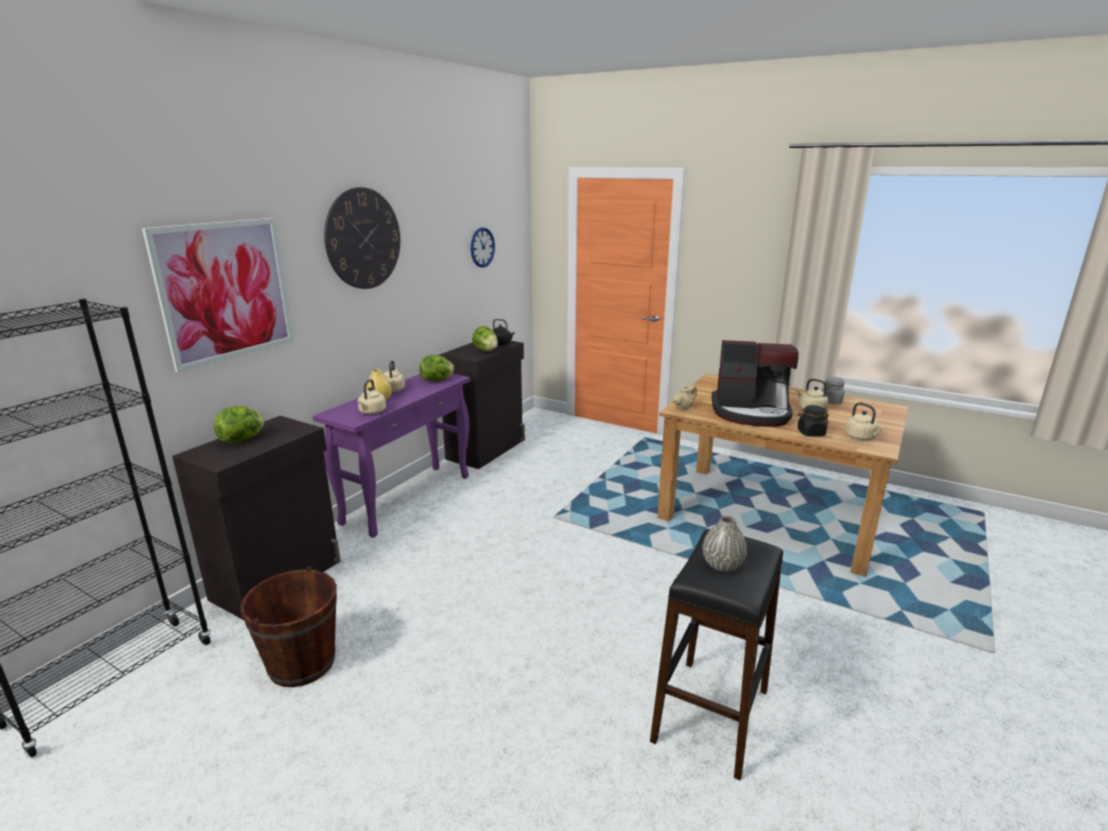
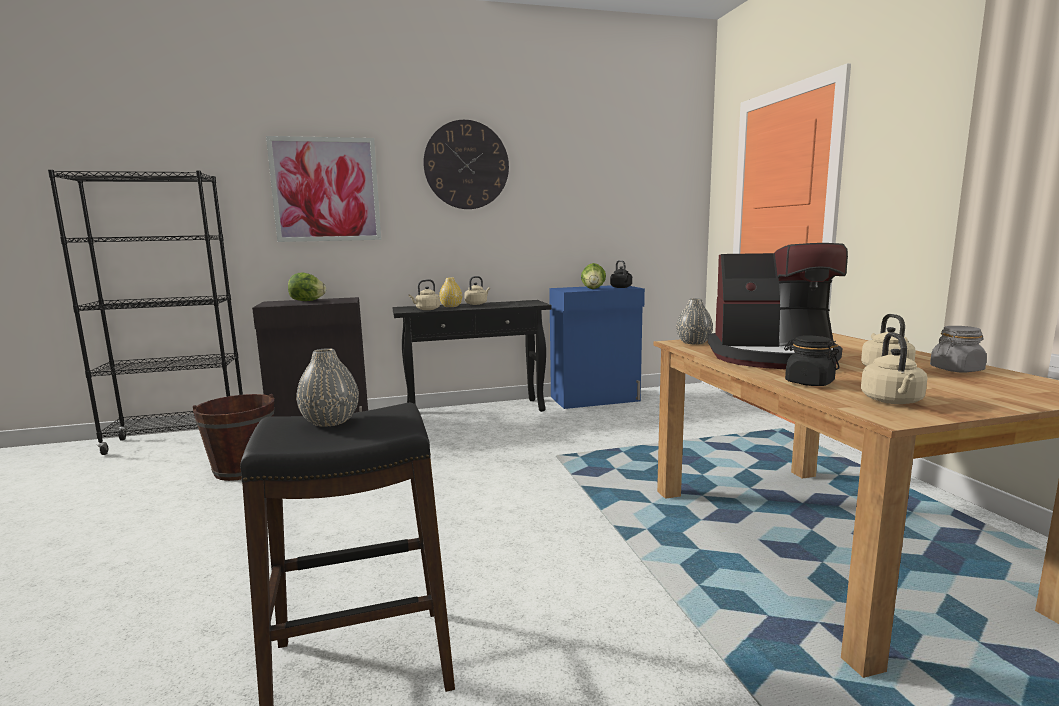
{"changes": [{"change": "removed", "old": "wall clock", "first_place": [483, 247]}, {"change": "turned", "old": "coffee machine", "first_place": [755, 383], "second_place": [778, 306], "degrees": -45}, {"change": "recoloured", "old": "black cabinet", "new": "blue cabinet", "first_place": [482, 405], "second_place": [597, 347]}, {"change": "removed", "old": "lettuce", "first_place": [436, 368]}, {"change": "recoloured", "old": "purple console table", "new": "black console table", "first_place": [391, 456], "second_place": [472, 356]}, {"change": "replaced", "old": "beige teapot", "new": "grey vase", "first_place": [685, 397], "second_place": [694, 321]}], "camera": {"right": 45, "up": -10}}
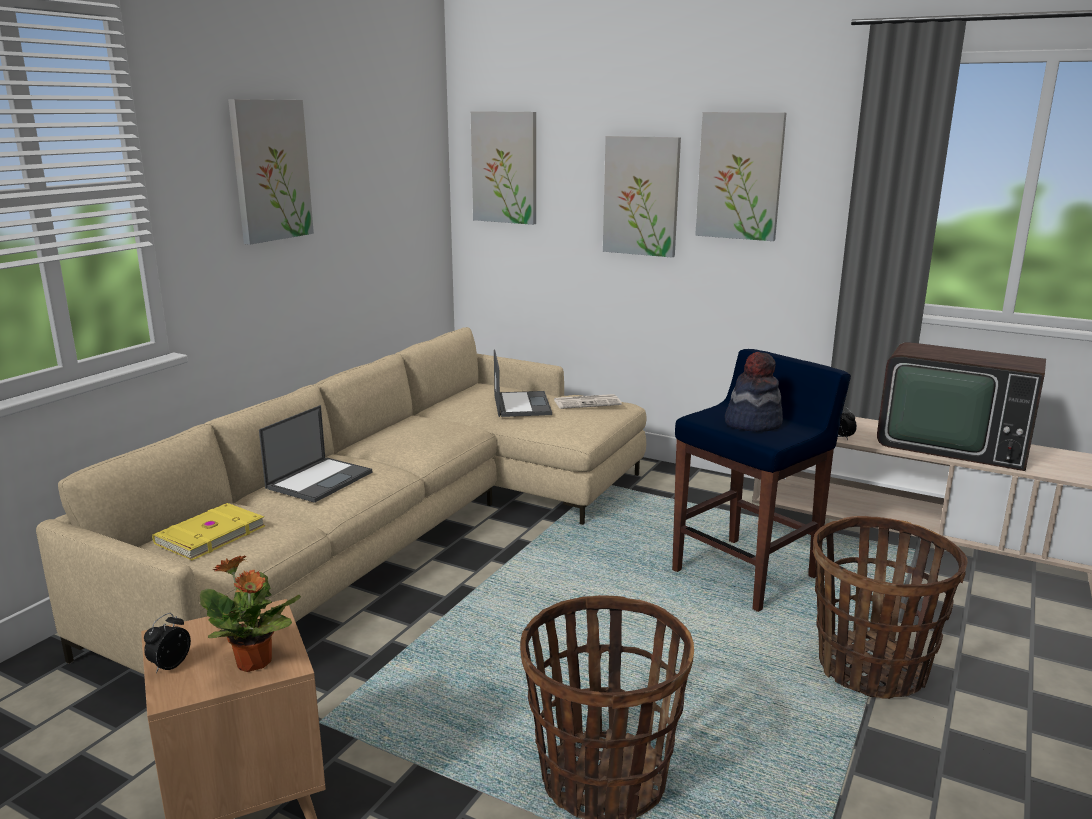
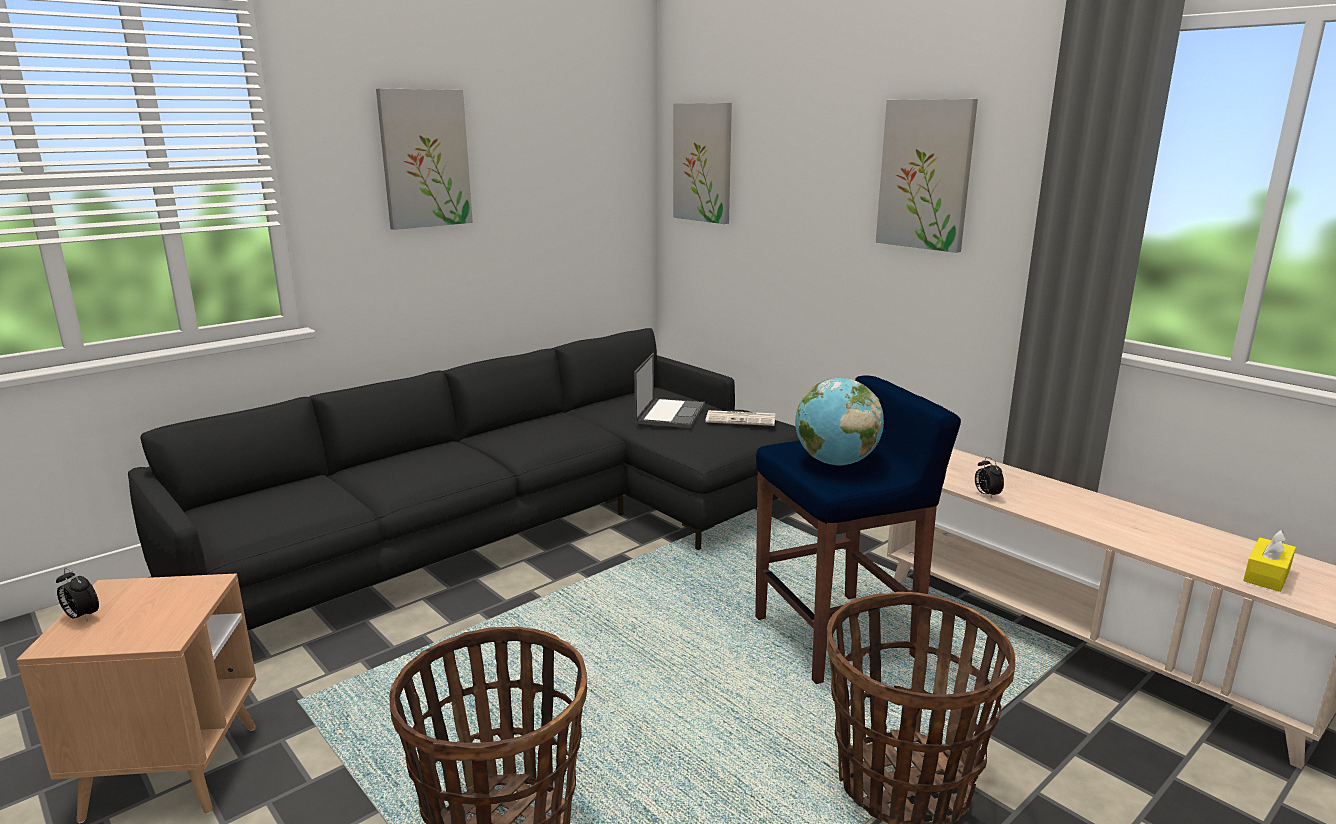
{"changes": [{"change": "removed", "old": "picture", "first_place": [642, 197]}, {"change": "recoloured", "old": "beige sofa", "new": "black sofa", "first_place": [341, 500], "second_place": [464, 479]}, {"change": "removed", "old": "television", "first_place": [961, 406]}, {"change": "replaced", "old": "hat", "new": "globe", "first_place": [754, 392], "second_place": [839, 422]}, {"change": "removed", "old": "laptop", "first_place": [315, 454]}, {"change": "removed", "old": "yellow book", "first_place": [208, 531]}, {"change": "removed", "old": "potted plant", "first_place": [250, 613]}, {"change": "turned", "old": "alarm clock", "first_place": [167, 643], "second_place": [77, 595], "degrees": -105}, {"change": "added", "new": "yellow tissue box", "second_place": [1269, 561]}], "camera": {"right": 20, "up": 0}}
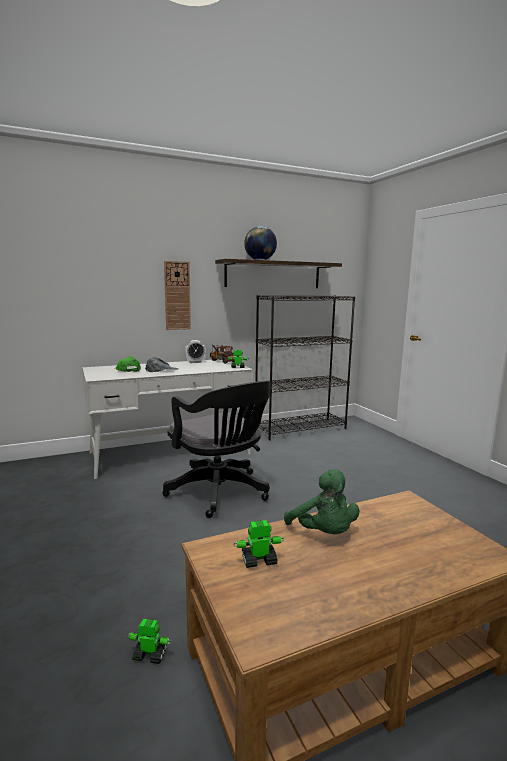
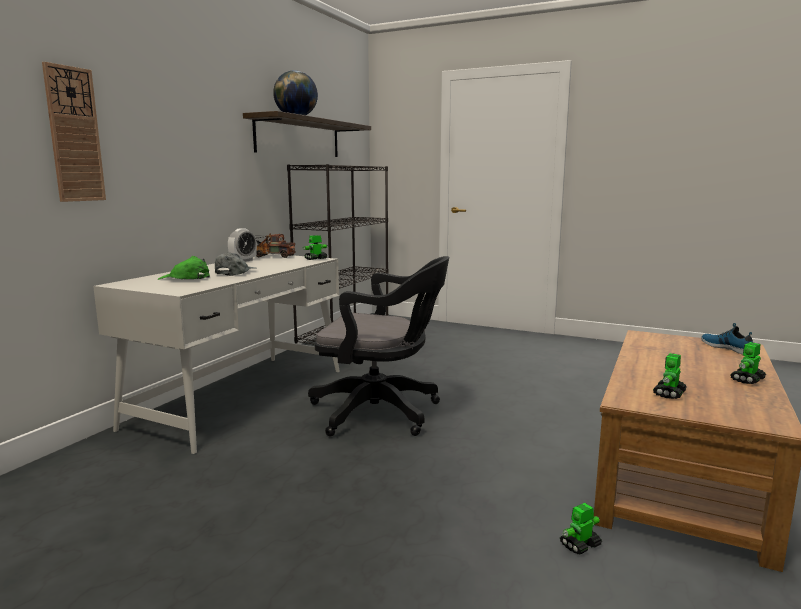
{"changes": [{"change": "moved", "old": "wall clock", "first_place": [177, 295], "second_place": [74, 132]}, {"change": "removed", "old": "green plush toy", "first_place": [321, 501]}, {"change": "added", "new": "shoe", "second_place": [727, 339]}, {"change": "added", "new": "toy robot", "second_place": [748, 363]}], "camera": {"right": -40, "up": 0}}
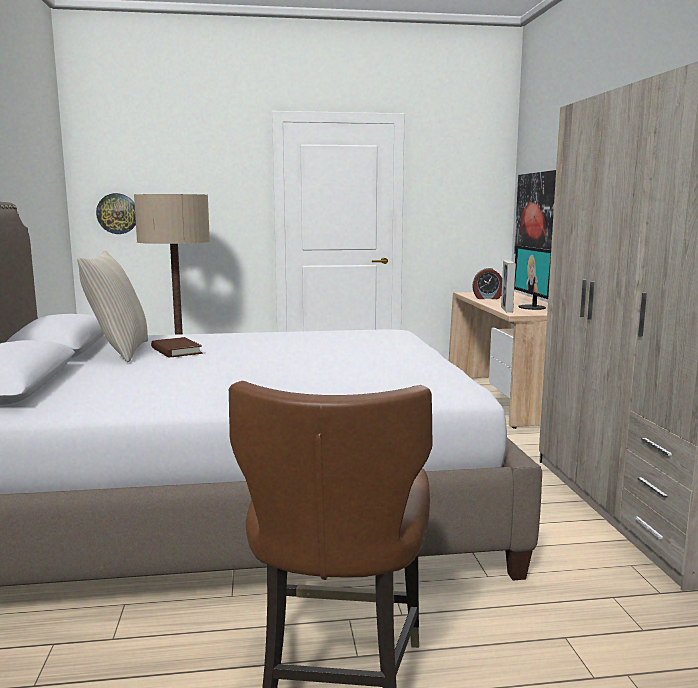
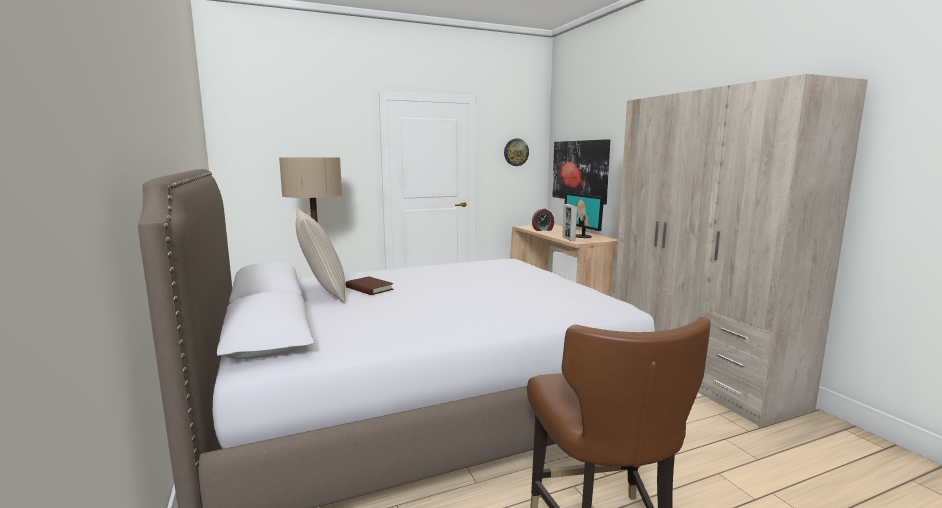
{"changes": [{"change": "moved", "old": "wall clock", "first_place": [116, 213], "second_place": [516, 152]}], "camera": {"right": -15, "up": 0}}
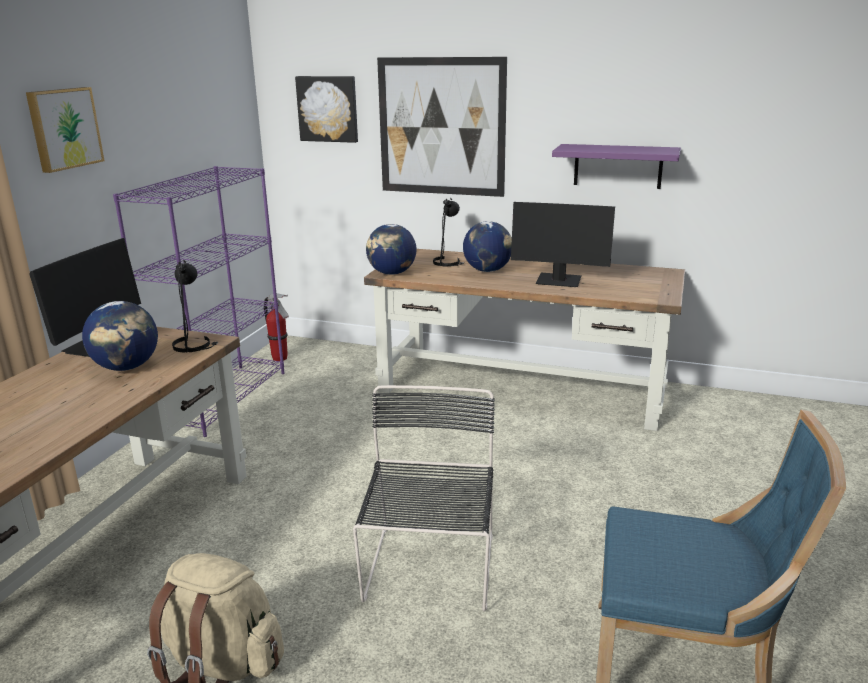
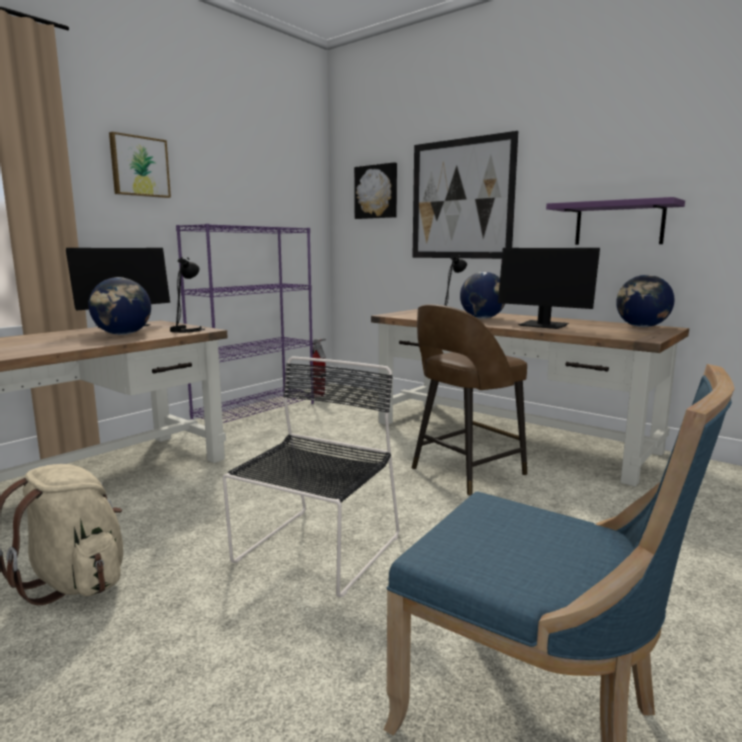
{"changes": [{"change": "moved", "old": "globe", "first_place": [391, 249], "second_place": [645, 301]}, {"change": "added", "new": "brown stool", "second_place": [469, 400]}], "camera": {"right": 20, "up": -10}}
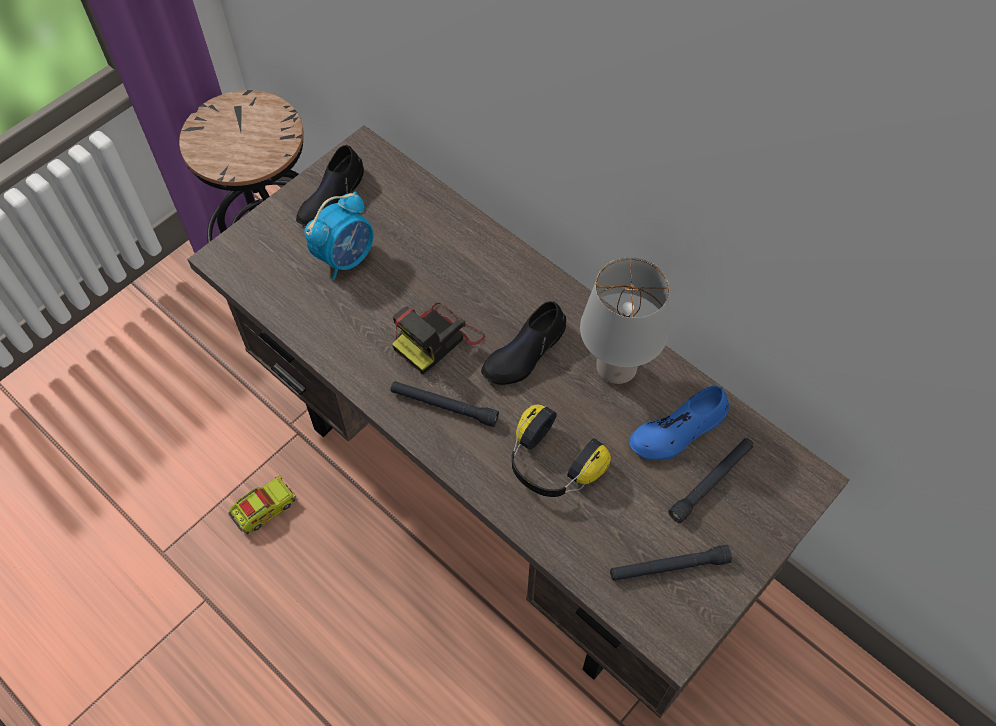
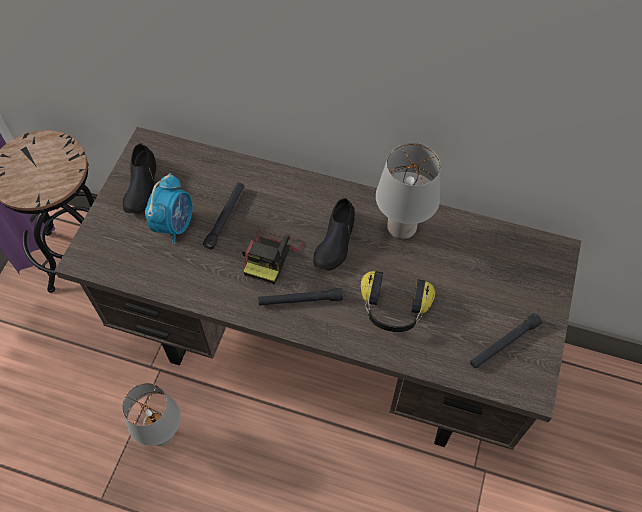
{"changes": [{"change": "removed", "old": "blue shoe", "first_place": [679, 423]}, {"change": "moved", "old": "black flashlight", "first_place": [711, 480], "second_place": [223, 216]}, {"change": "replaced", "old": "toy truck", "new": "grey table lamp", "first_place": [262, 504], "second_place": [151, 414]}], "camera": {"right": -25, "up": 0}}
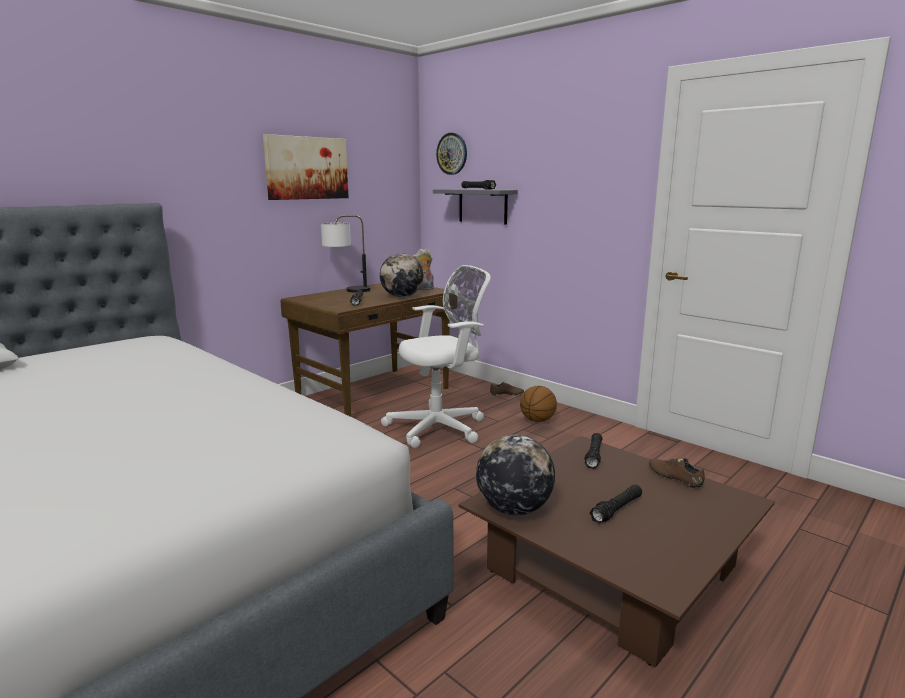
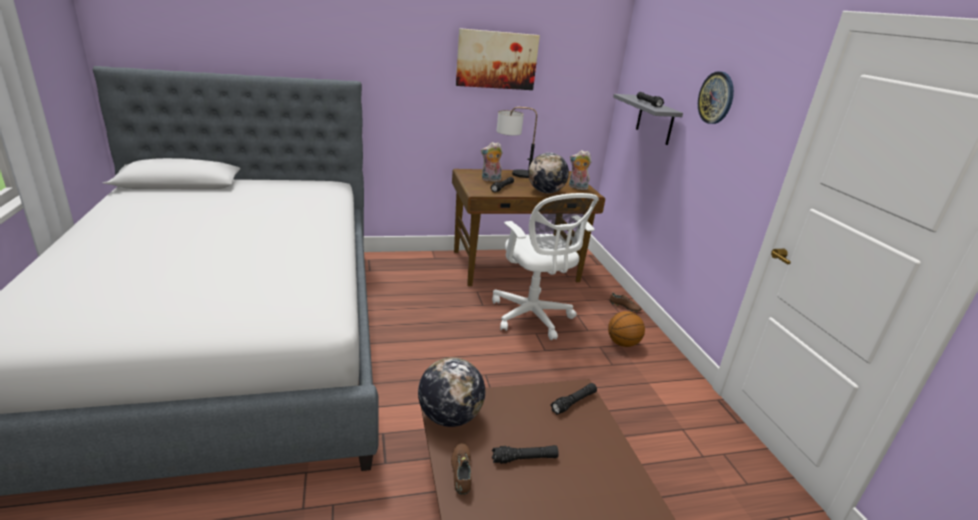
{"changes": [{"change": "moved", "old": "wall clock", "first_place": [451, 154], "second_place": [716, 97]}, {"change": "turned", "old": "white office chair", "first_place": [436, 356], "second_place": [545, 266], "degrees": 60}, {"change": "moved", "old": "brown shoe", "first_place": [677, 473], "second_place": [461, 469]}, {"change": "added", "new": "plush toy", "second_place": [492, 162]}], "camera": {"right": 30, "up": 10}}
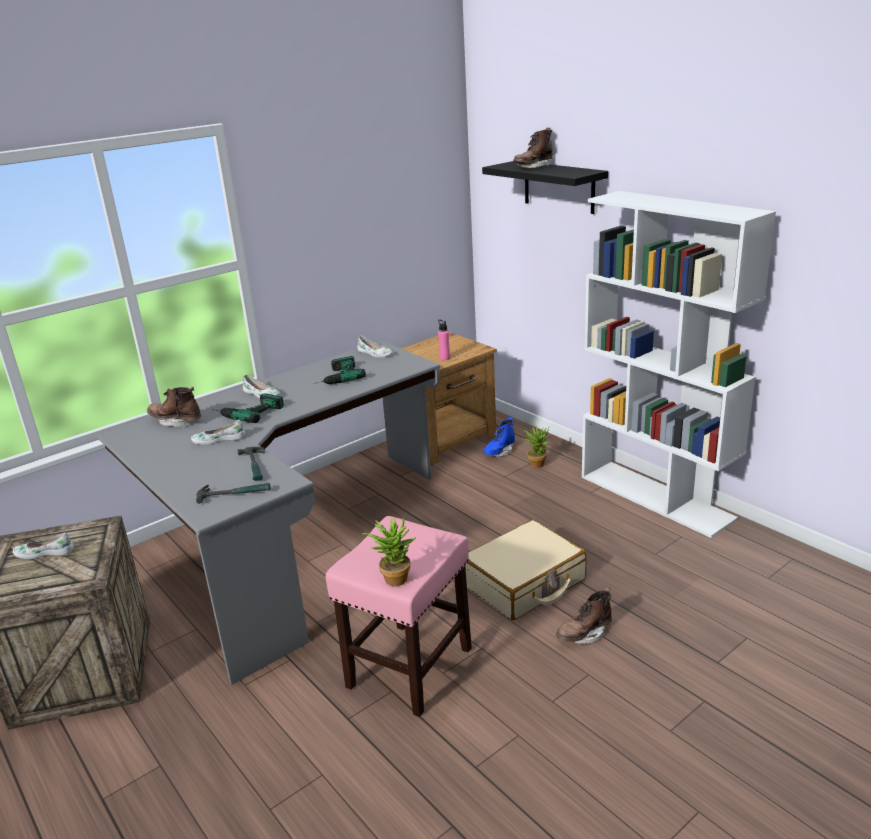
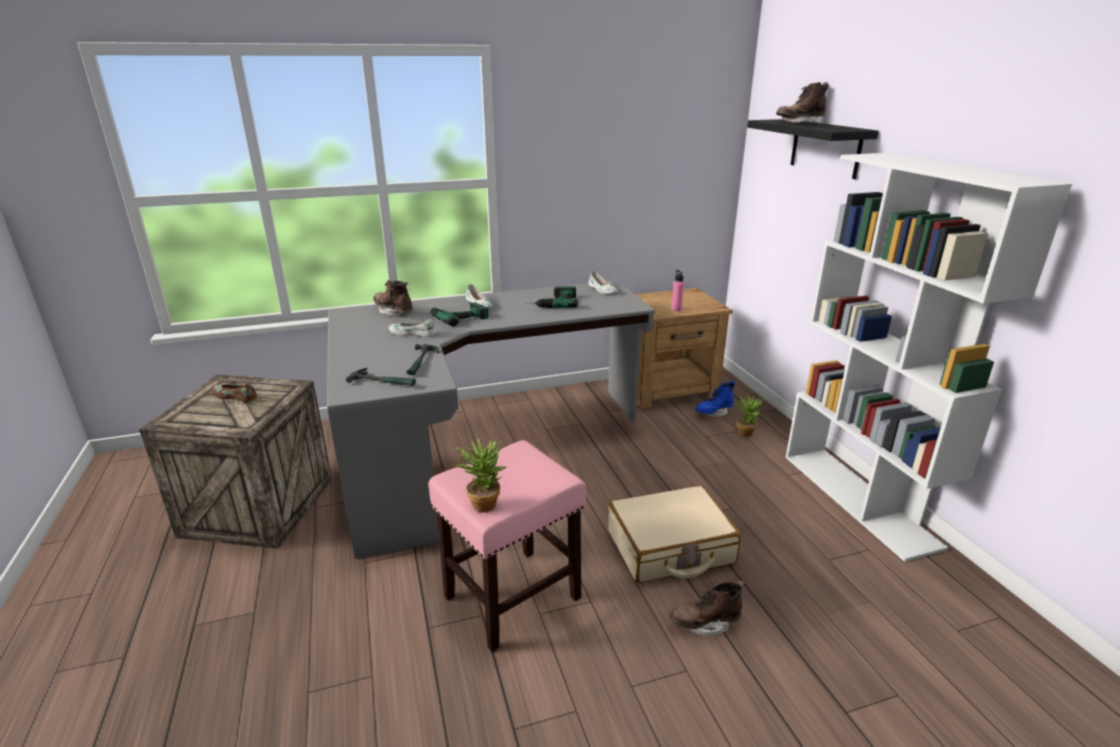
{"changes": [{"change": "recoloured", "old": "white shoe", "new": "brown shoe", "first_place": [43, 546], "second_place": [234, 392]}], "camera": {"right": 20, "up": 0}}
